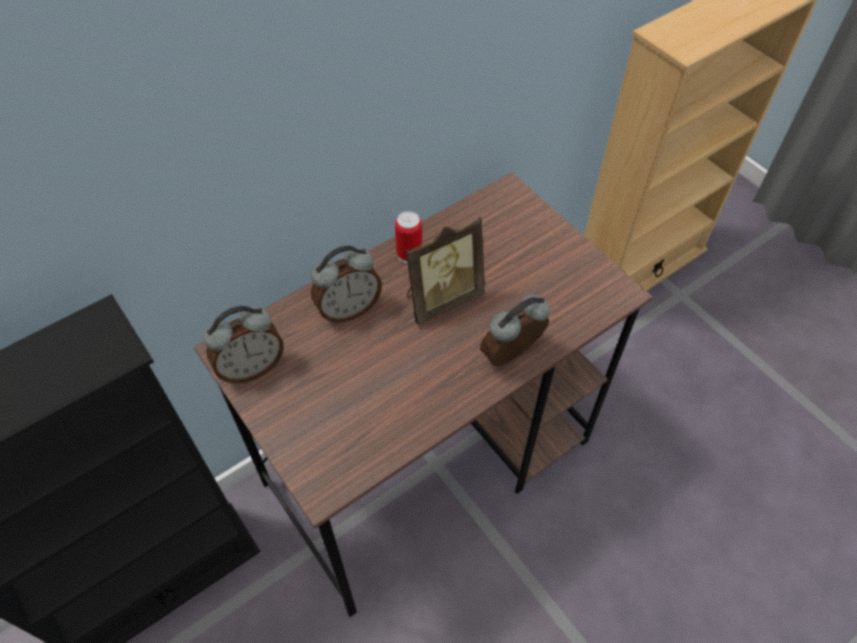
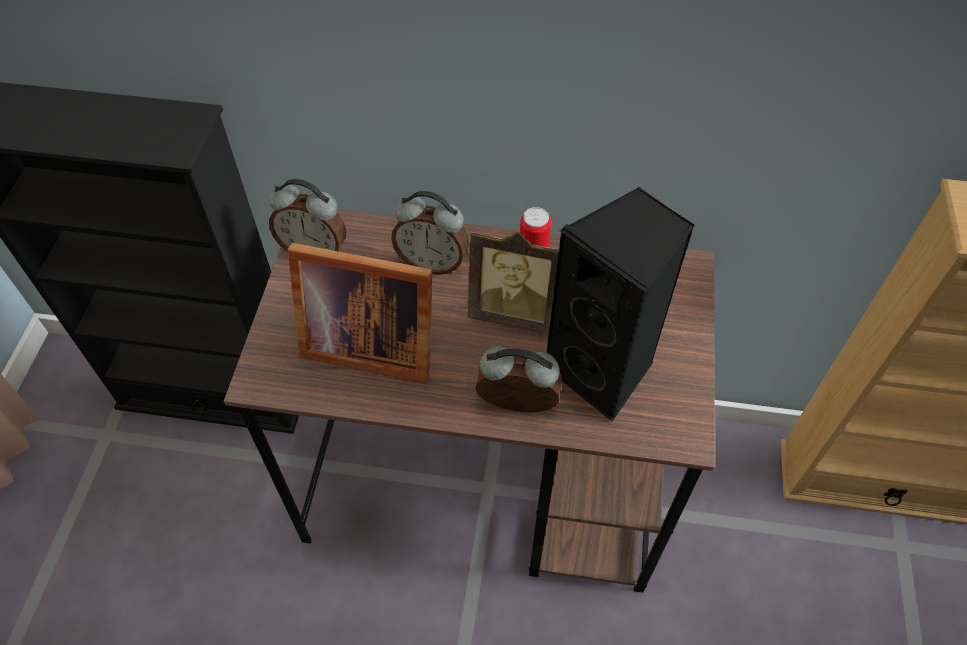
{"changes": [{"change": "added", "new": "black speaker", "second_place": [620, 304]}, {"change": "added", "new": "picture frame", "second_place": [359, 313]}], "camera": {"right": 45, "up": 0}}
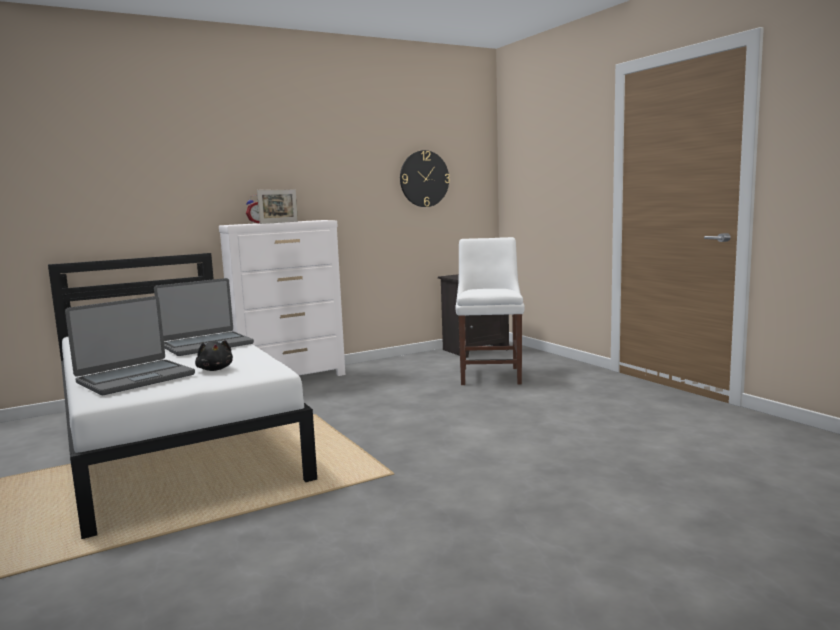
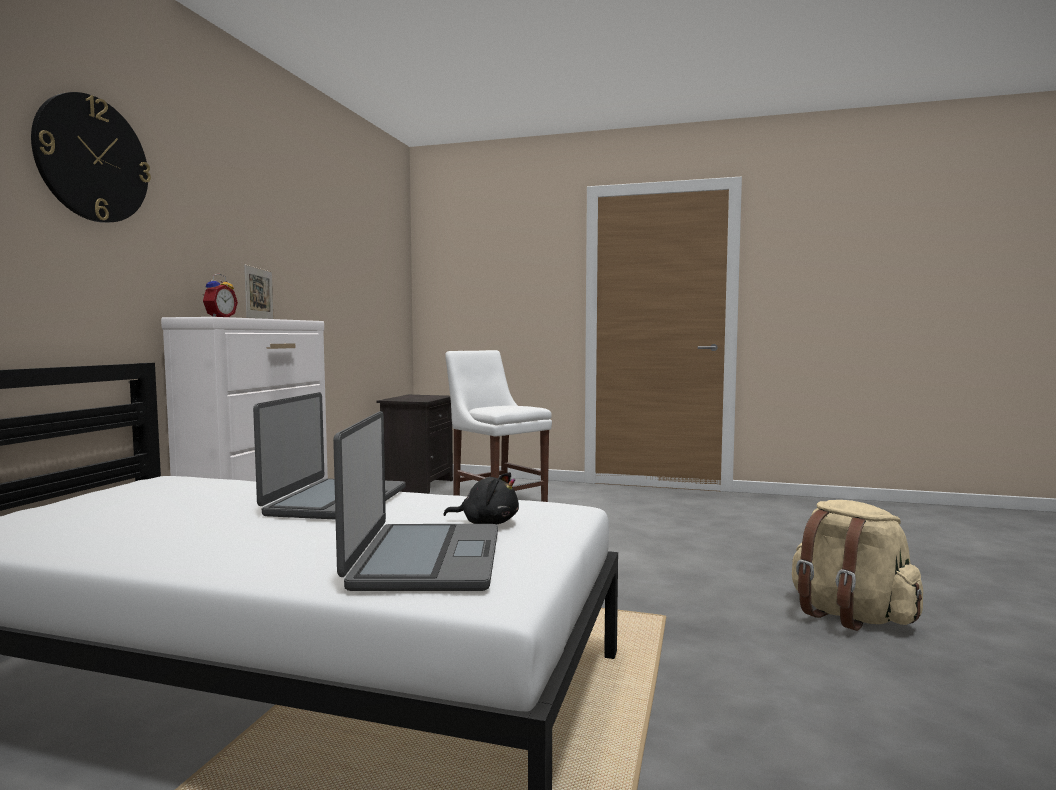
{"changes": [{"change": "moved", "old": "wall clock", "first_place": [425, 178], "second_place": [91, 157]}, {"change": "added", "new": "beige backpack", "second_place": [857, 565]}], "camera": {"right": -45, "up": -5}}
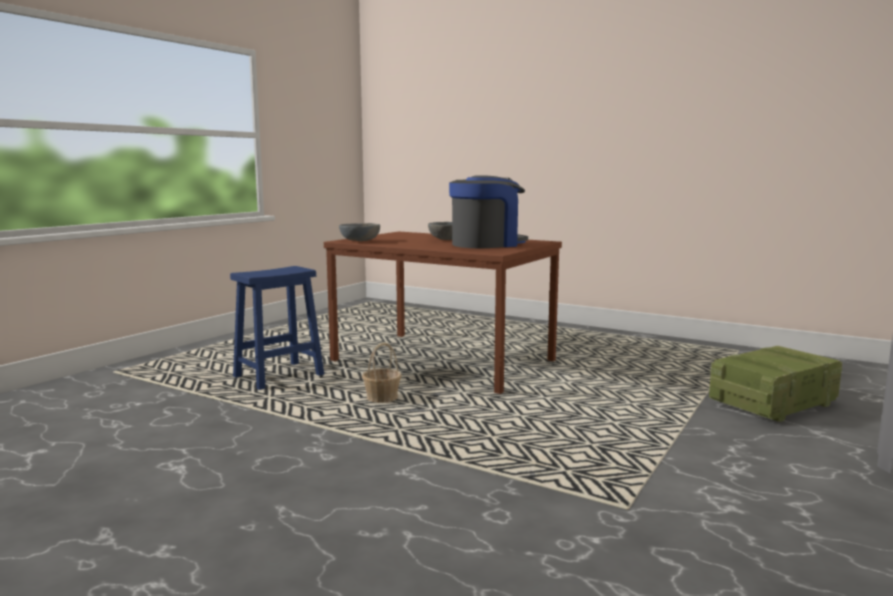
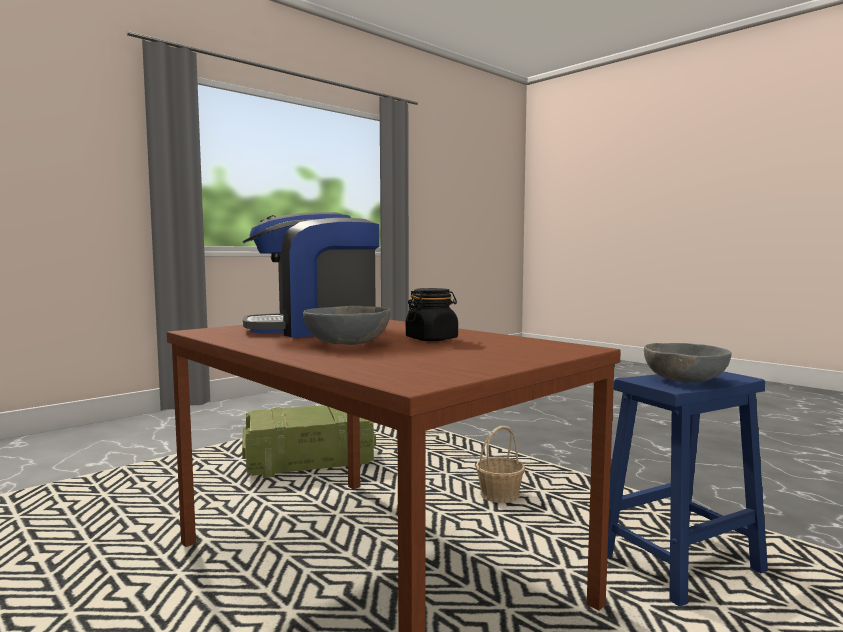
{"changes": [{"change": "moved", "old": "grey bowl", "first_place": [359, 232], "second_place": [687, 362]}, {"change": "moved", "old": "crate", "first_place": [775, 384], "second_place": [309, 441]}, {"change": "added", "new": "black jar", "second_place": [432, 314]}], "camera": {"right": -165, "up": -5}}
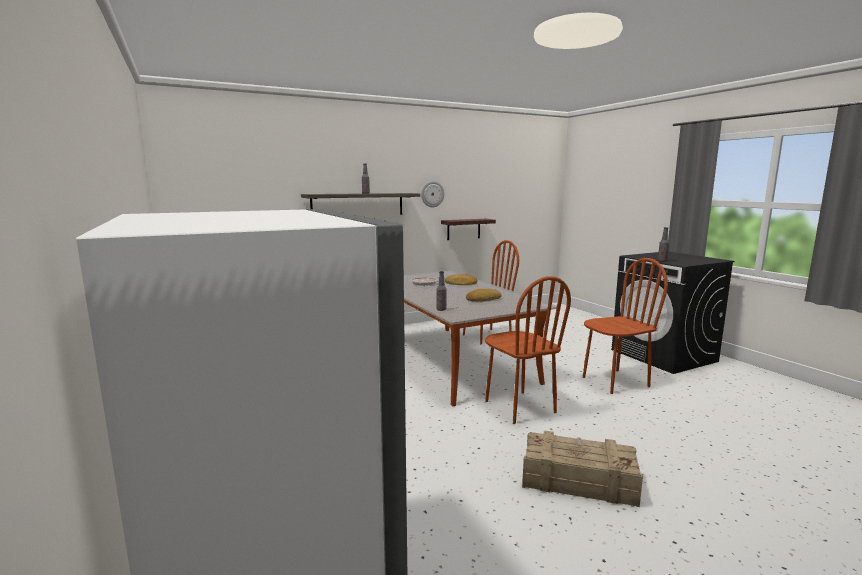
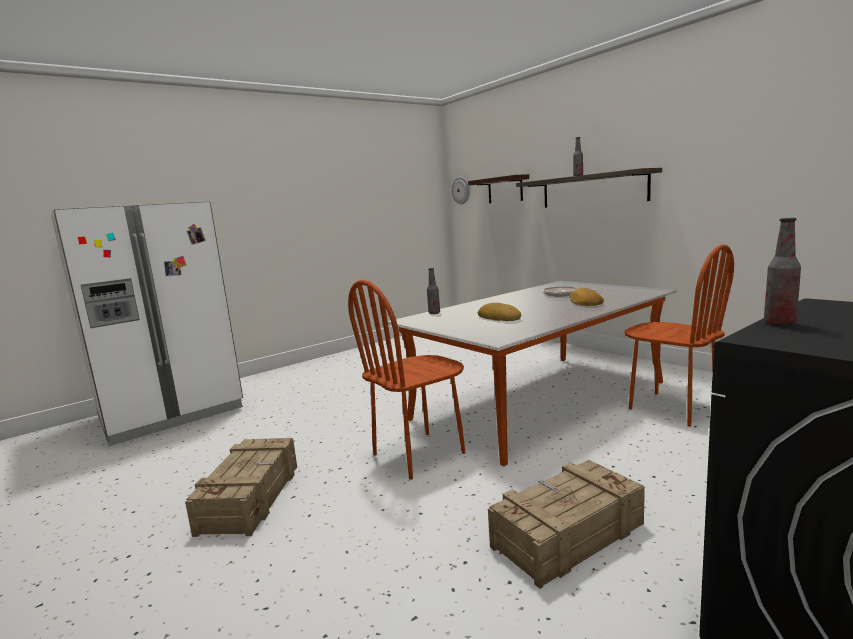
{"changes": [{"change": "moved", "old": "wall clock", "first_place": [432, 194], "second_place": [460, 190]}, {"change": "moved", "old": "shelf", "first_place": [468, 229], "second_place": [498, 188]}, {"change": "replaced", "old": "brown chair", "new": "crate", "first_place": [625, 326], "second_place": [566, 524]}], "camera": {"right": 80, "up": 0}}
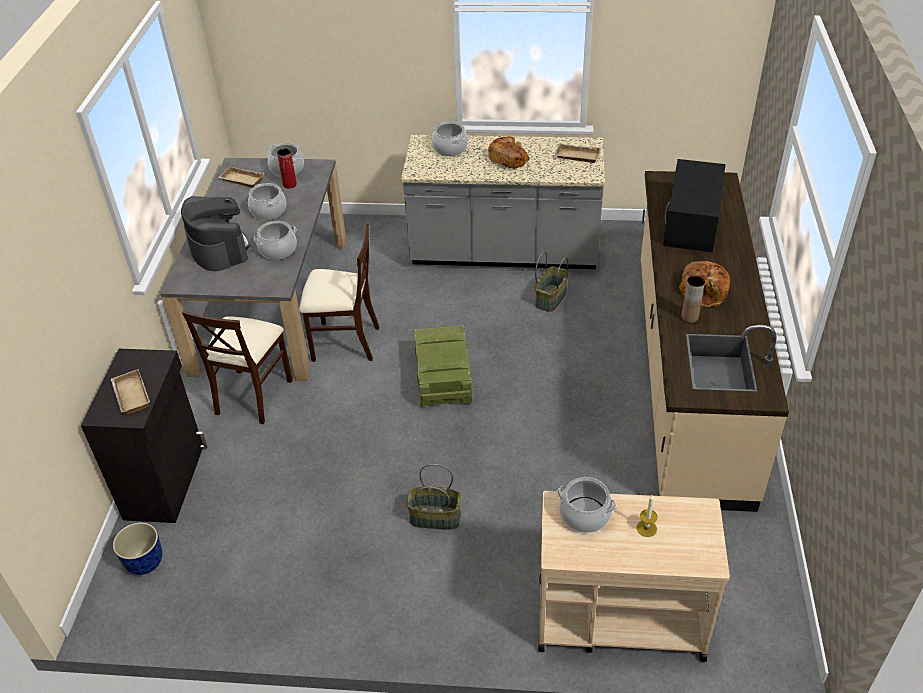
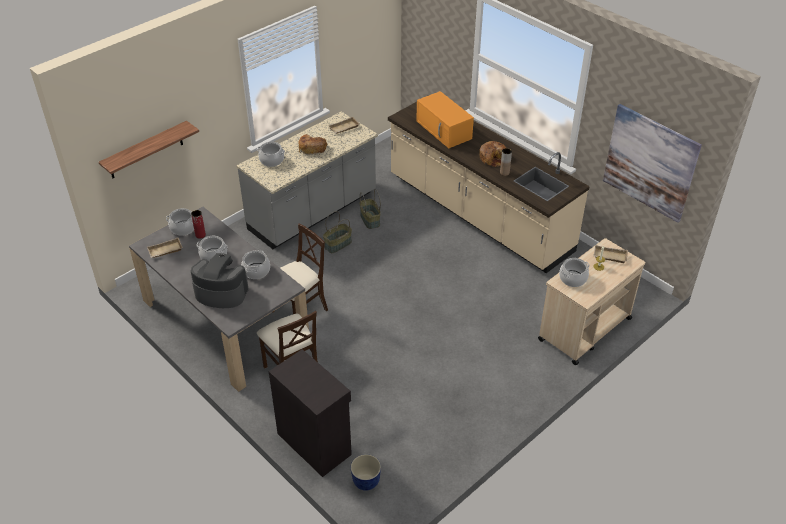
{"changes": [{"change": "recoloured", "old": "black microwave", "new": "orange microwave", "first_place": [694, 205], "second_place": [445, 119]}, {"change": "removed", "old": "crate", "first_place": [443, 366]}, {"change": "moved", "old": "beige tray", "first_place": [130, 391], "second_place": [610, 254]}, {"change": "moved", "old": "basket", "first_place": [434, 497], "second_place": [337, 232]}, {"change": "added", "new": "picture", "second_place": [652, 163]}, {"change": "added", "new": "shelf", "second_place": [149, 149]}], "camera": {"right": -50, "up": 0}}
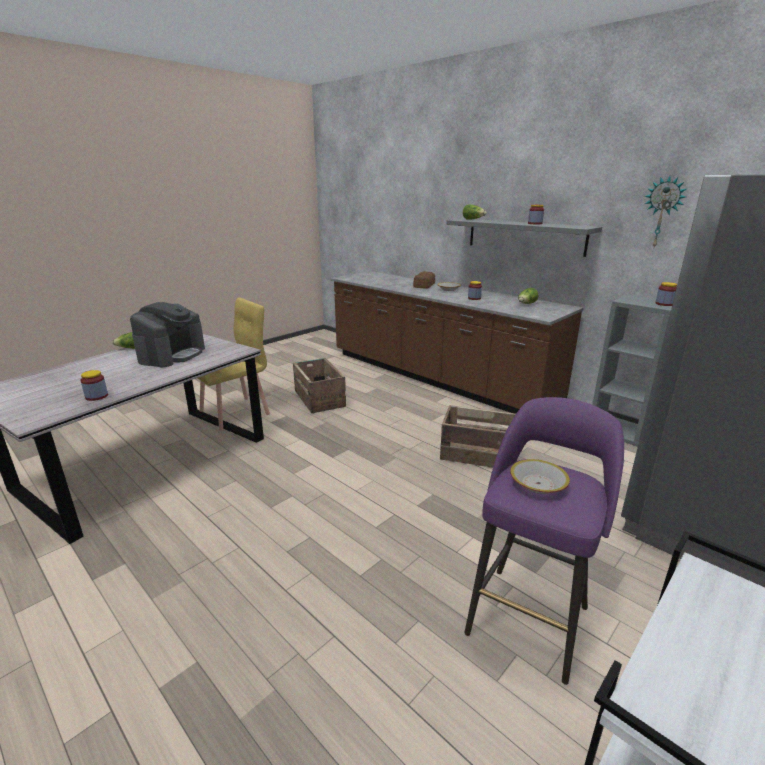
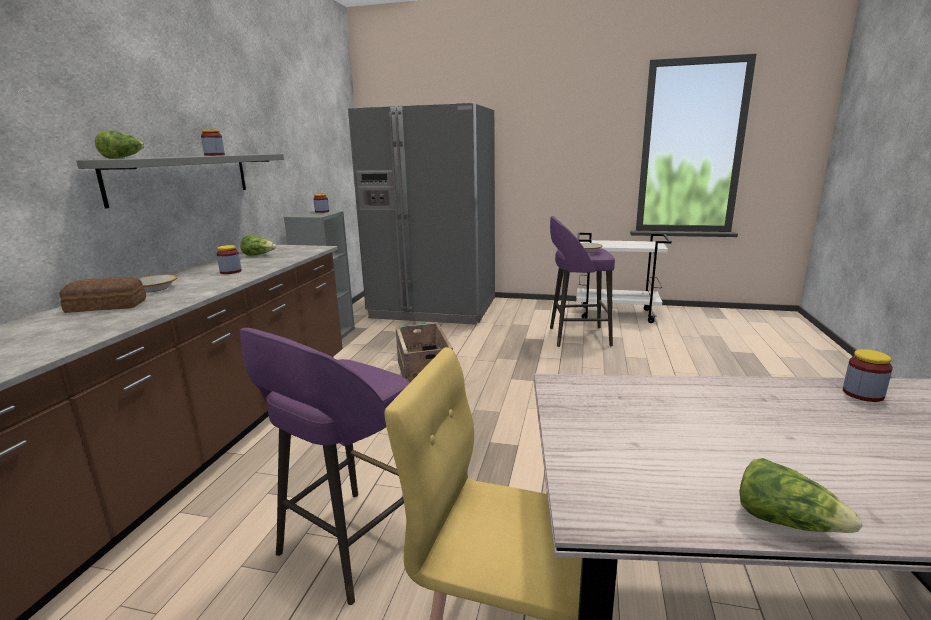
{"changes": [{"change": "removed", "old": "wall clock", "first_place": [665, 211]}, {"change": "removed", "old": "coffee machine", "first_place": [167, 334]}, {"change": "replaced", "old": "crate", "new": "purple stool", "first_place": [319, 385], "second_place": [325, 466]}], "camera": {"right": -120, "up": -5}}
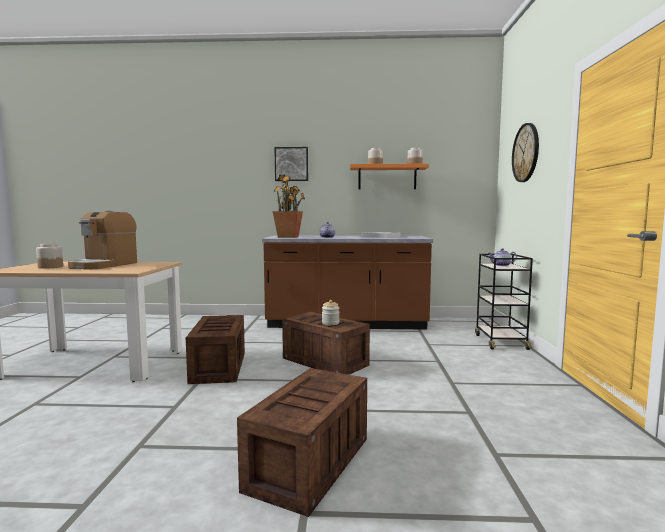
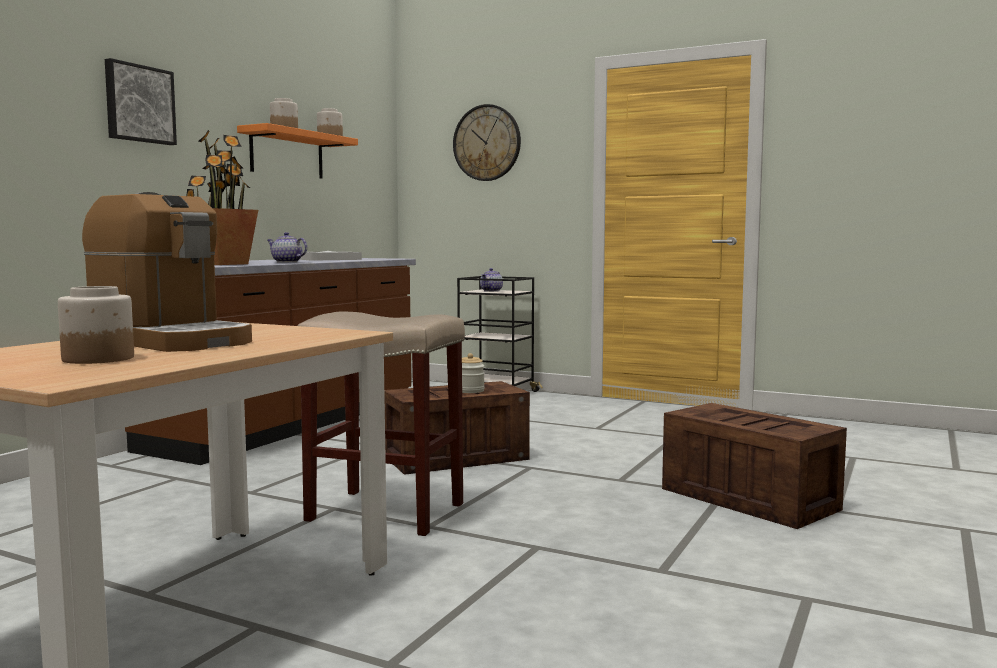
{"changes": [{"change": "replaced", "old": "crate", "new": "beige stool", "first_place": [215, 349], "second_place": [381, 424]}], "camera": {"right": -65, "up": 0}}
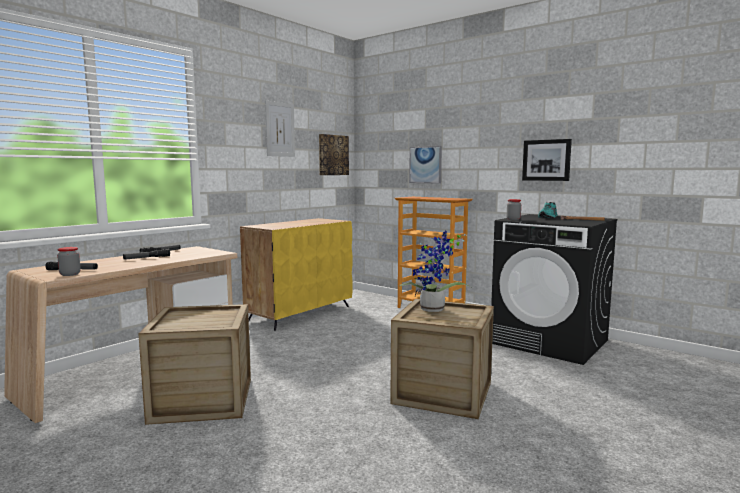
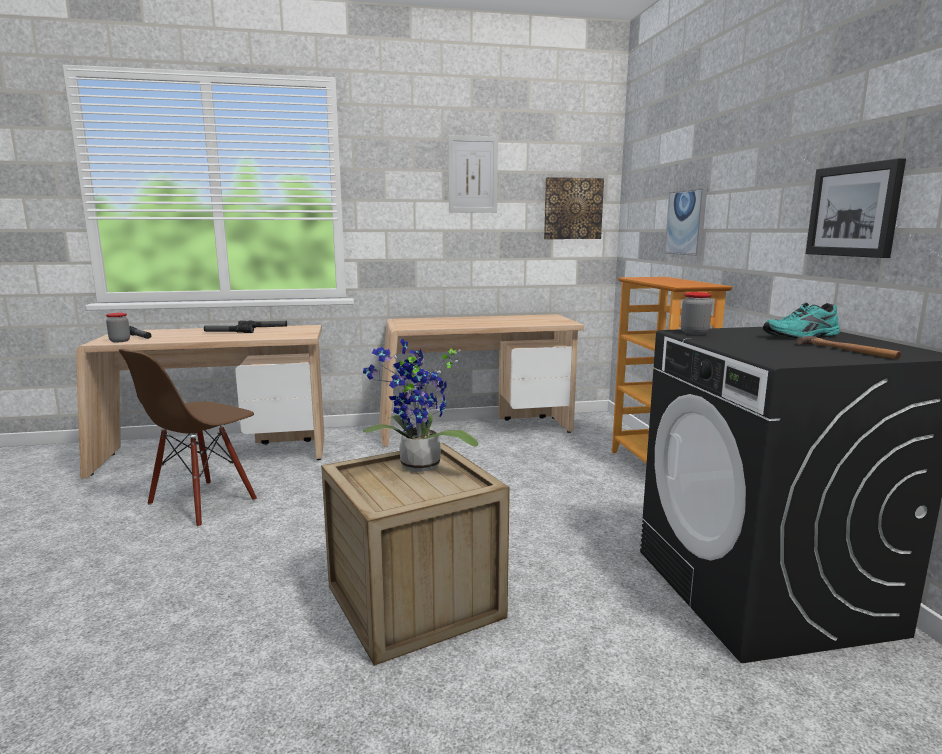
{"changes": [{"change": "replaced", "old": "yellow cabinet", "new": "beige desk", "first_place": [296, 274], "second_place": [481, 380]}, {"change": "replaced", "old": "crate", "new": "brown chair", "first_place": [194, 364], "second_place": [188, 438]}], "camera": {"right": 40, "up": 5}}
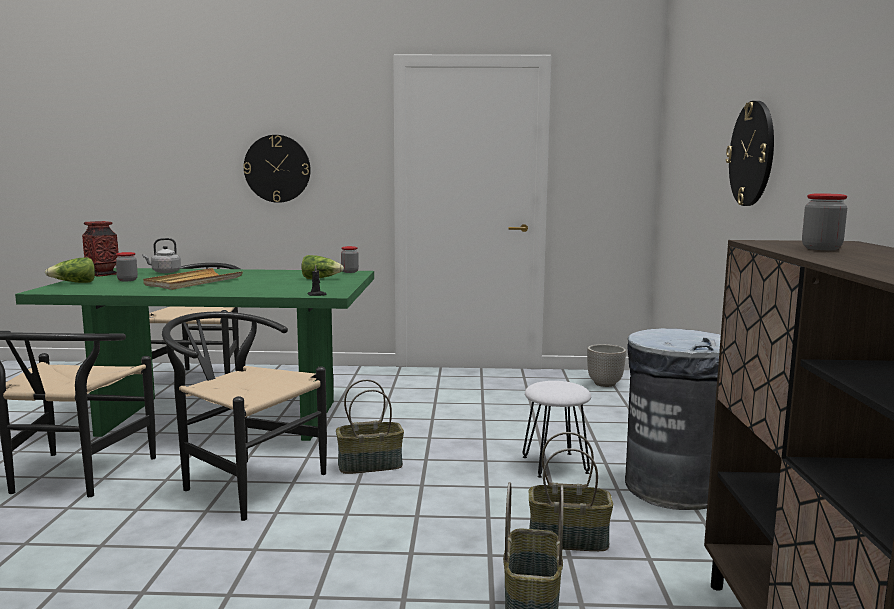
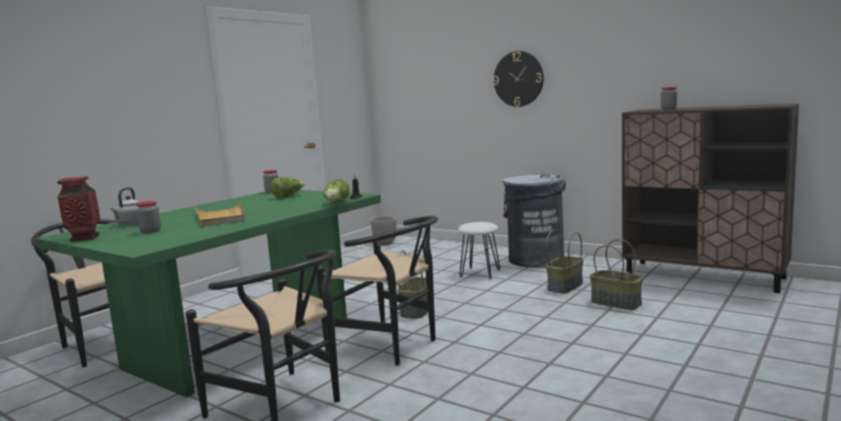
{"changes": [{"change": "removed", "old": "wall clock", "first_place": [277, 169]}, {"change": "moved", "old": "lettuce", "first_place": [70, 270], "second_place": [336, 190]}, {"change": "turned", "old": "black chair", "first_place": [244, 416], "second_place": [377, 291], "degrees": -120}], "camera": {"right": -55, "up": 0}}
